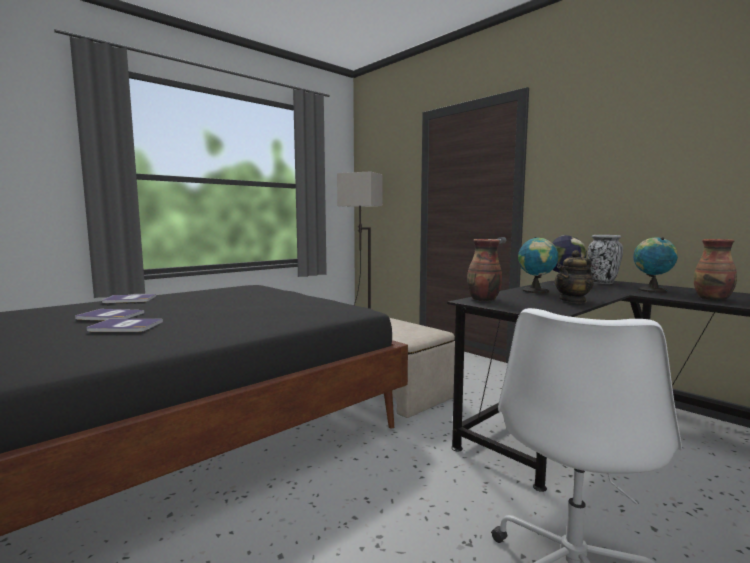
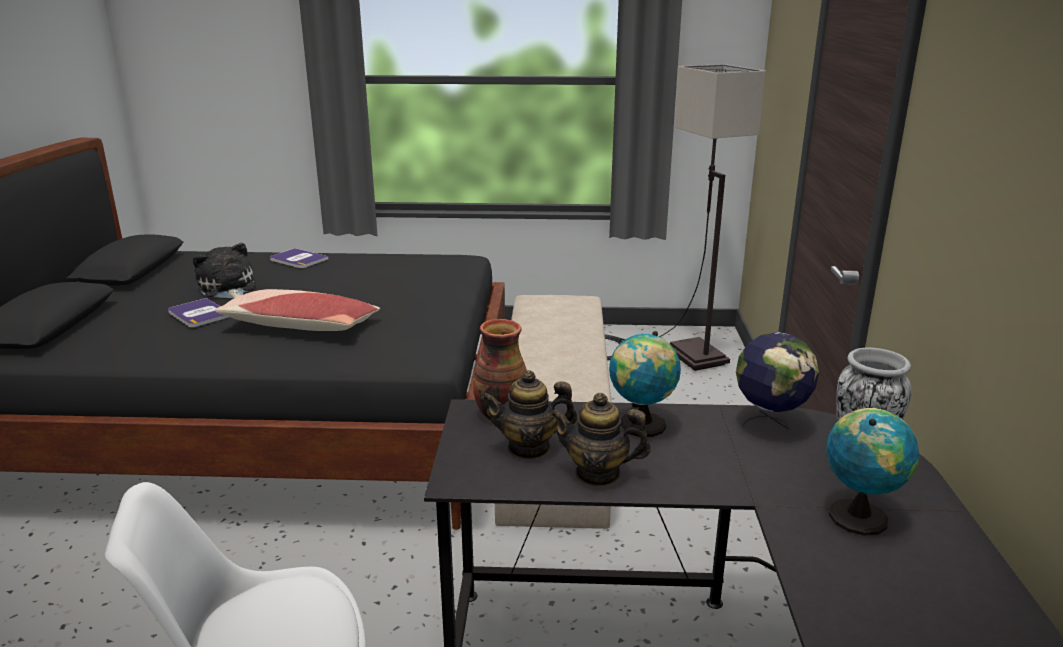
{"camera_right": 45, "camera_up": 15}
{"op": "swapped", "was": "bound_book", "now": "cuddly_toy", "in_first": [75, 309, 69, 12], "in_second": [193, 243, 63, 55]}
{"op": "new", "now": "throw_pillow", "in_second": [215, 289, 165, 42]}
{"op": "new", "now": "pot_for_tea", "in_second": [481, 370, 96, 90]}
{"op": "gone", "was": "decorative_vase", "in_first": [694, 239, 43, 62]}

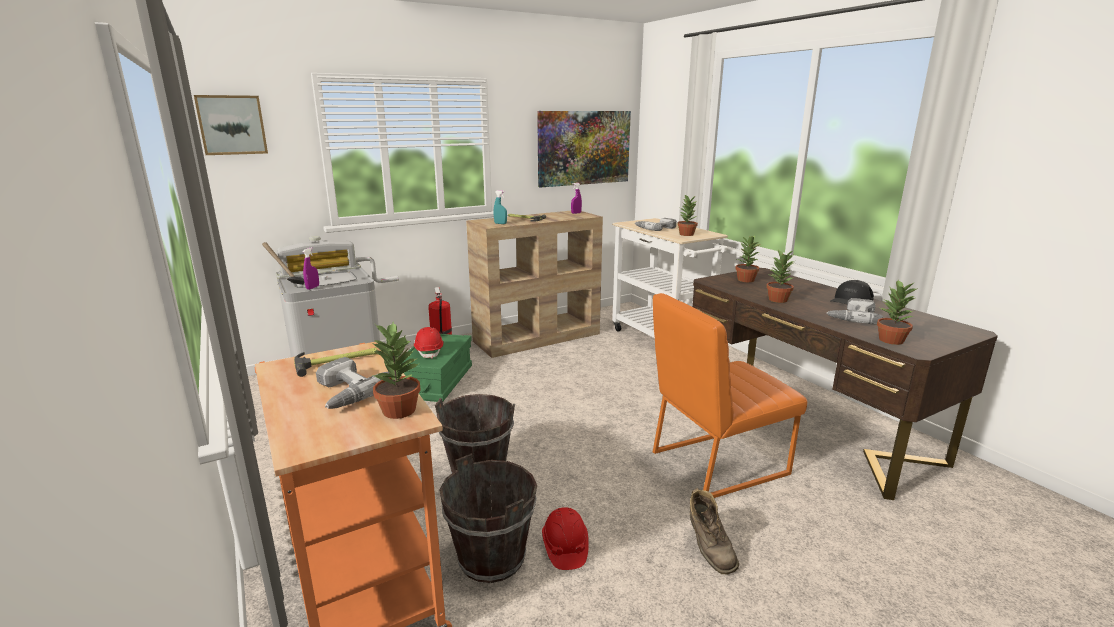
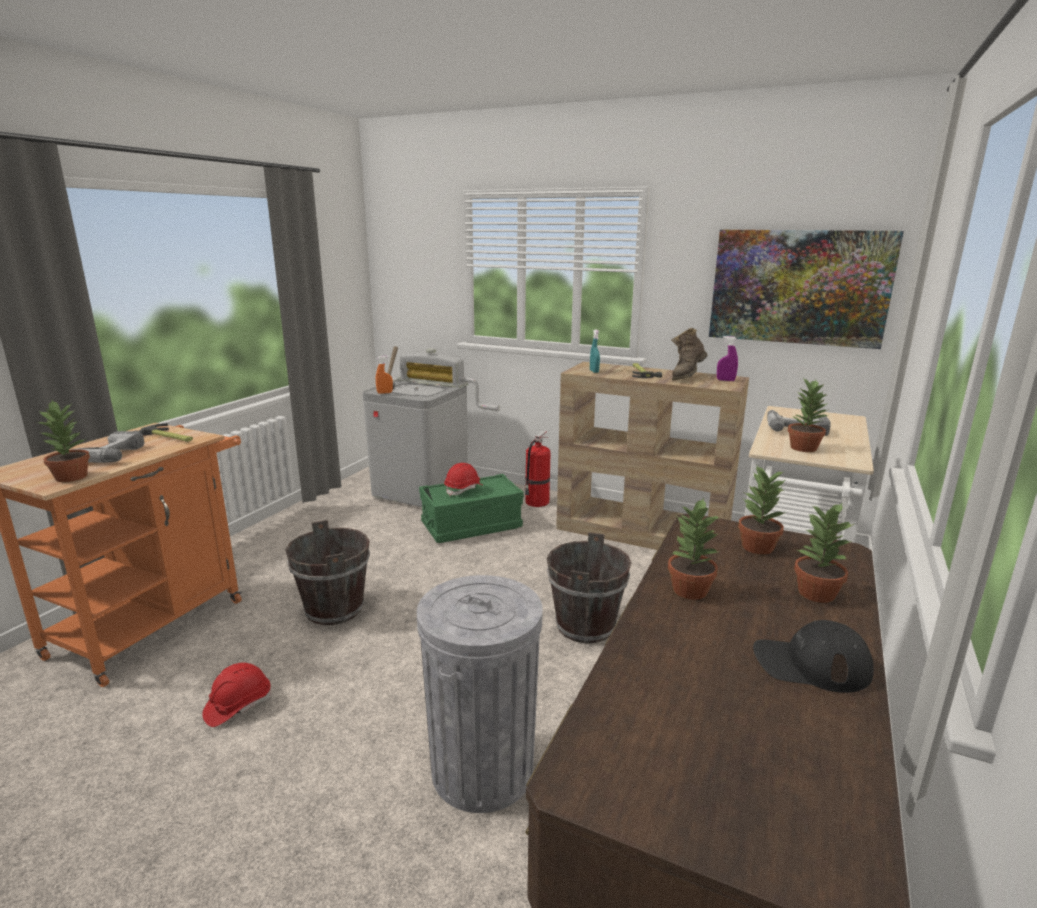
{"camera_right": 55, "camera_up": 0}
{"op": "repainted", "was": "purple-coloured_spray_bottle", "now": "orangey_spray_bottle", "in_first": [303, 247, 16, 43], "in_second": [376, 356, 17, 38]}
{"op": "swapped", "was": "orangey_upright_chair", "now": "gray_waste_bin", "in_first": [653, 293, 154, 205], "in_second": [417, 575, 126, 238]}
{"op": "shifted", "was": "brown_bucket", "in_first": [440, 454, 97, 129], "in_second": [547, 532, 84, 111]}
{"op": "shifted", "was": "brown_high-top_boot", "in_first": [690, 488, 49, 86], "in_second": [671, 328, 37, 53]}
{"op": "shifted", "was": "houseplant", "in_first": [877, 280, 41, 65], "in_second": [794, 502, 60, 101]}
{"op": "gone", "was": "wall_picture", "in_first": [194, 95, 74, 60]}
{"op": "gone", "was": "electric_drill", "in_first": [827, 298, 56, 26]}

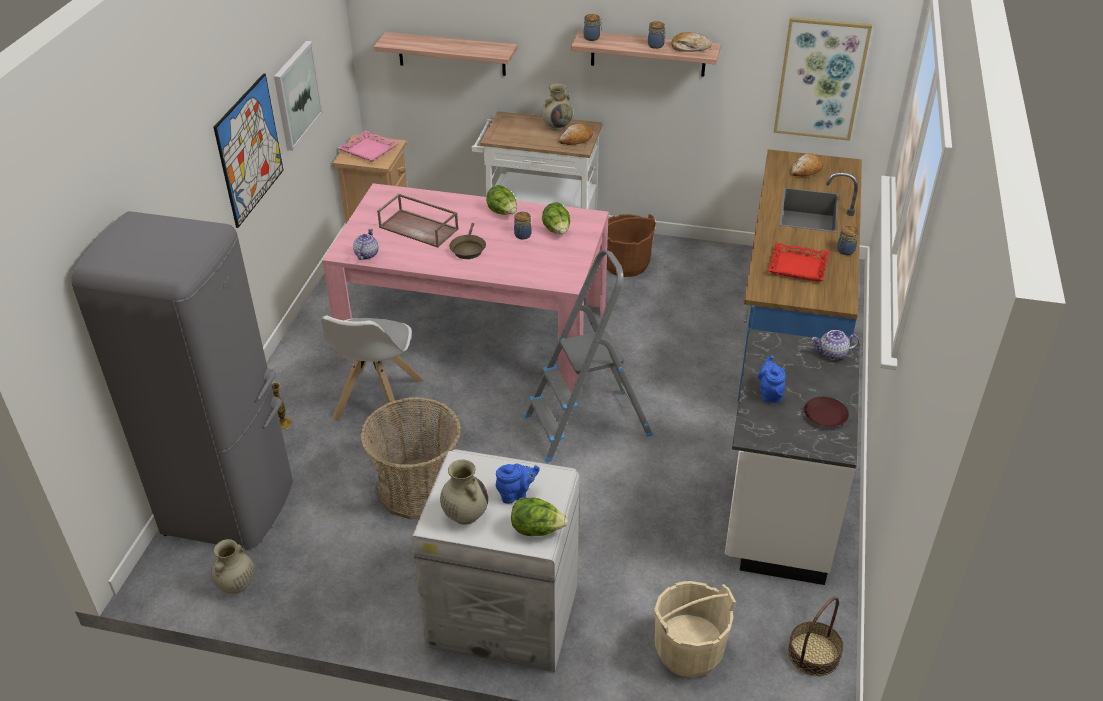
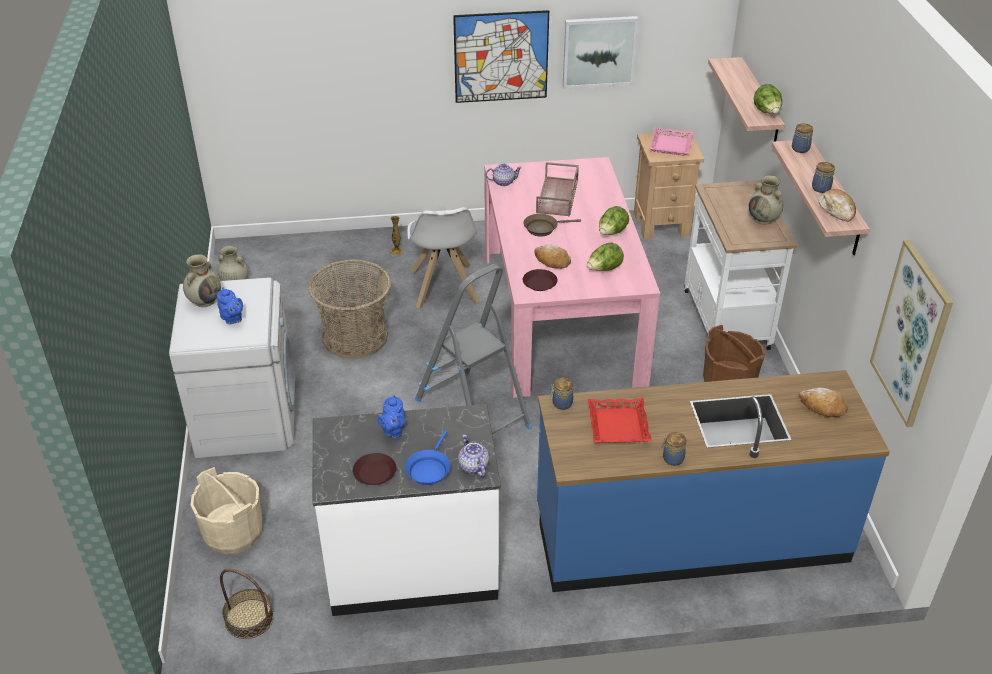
{"camera_right": 70, "camera_up": 0}
{"op": "rotated", "was": "blue-coloured_pot_for_tea", "in_first": [758, 355, 28, 48], "in_second": [378, 395, 27, 43], "clockwise": 120}
{"op": "new", "now": "blue-coloured_frying_pan", "in_second": [405, 430, 46, 55]}
{"op": "rotated", "was": "upright_chair", "in_first": [321, 316, 102, 111], "in_second": [407, 207, 72, 102], "clockwise": -90}
{"op": "new", "now": "brown_plate", "in_second": [523, 269, 35, 22]}
{"op": "shifted", "was": "bread", "in_first": [559, 123, 34, 22], "in_second": [535, 244, 36, 25]}
{"op": "shifted", "was": "preserve_jar", "in_first": [514, 212, 18, 28], "in_second": [551, 378, 22, 32]}
{"op": "shifted", "was": "lettuce", "in_first": [511, 498, 57, 38], "in_second": [754, 84, 28, 30]}
{"op": "gone", "was": "gray_kitchen_fridge", "in_first": [71, 211, 222, 339]}

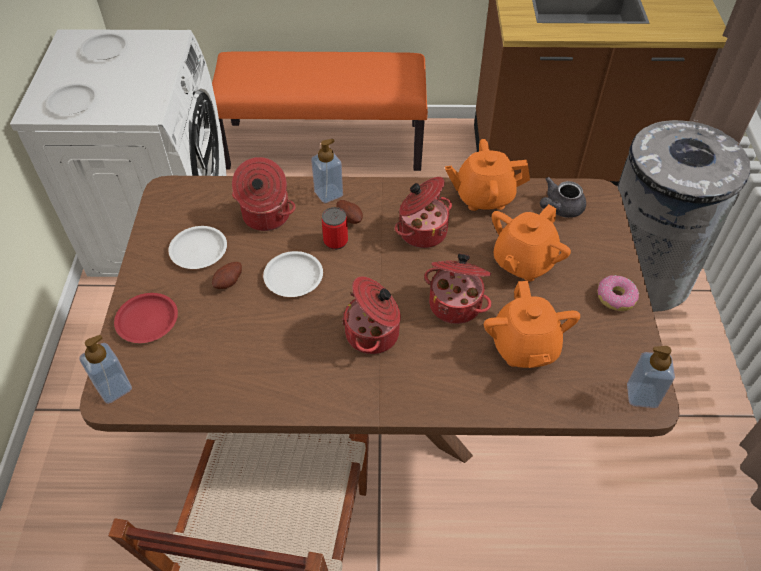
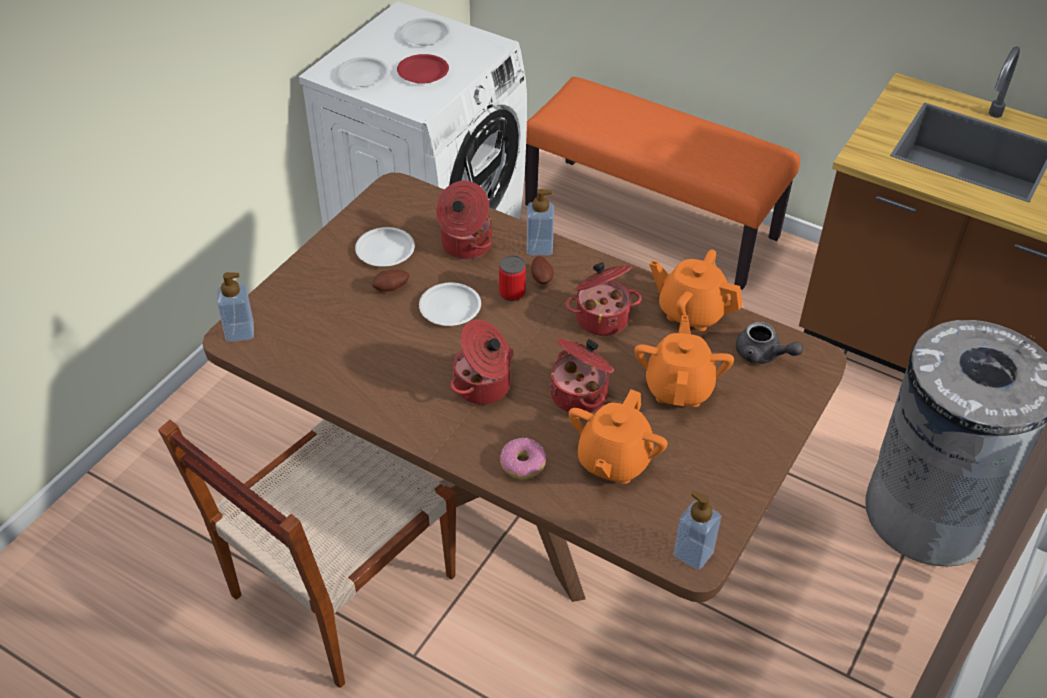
{"camera_right": 30, "camera_up": -5}
{"op": "shifted", "was": "reddish_plate", "in_first": [114, 293, 64, 50], "in_second": [397, 54, 52, 30]}
{"op": "shifted", "was": "ring_doughnut", "in_first": [597, 275, 42, 36], "in_second": [500, 438, 47, 41]}
{"op": "rotated", "was": "orangey_pot_for_tea", "in_first": [492, 204, 79, 78], "in_second": [634, 315, 100, 92], "clockwise": 120}
{"op": "rotated", "was": "gray_pot_for_tea", "in_first": [540, 177, 46, 41], "in_second": [736, 322, 67, 42], "clockwise": -135}

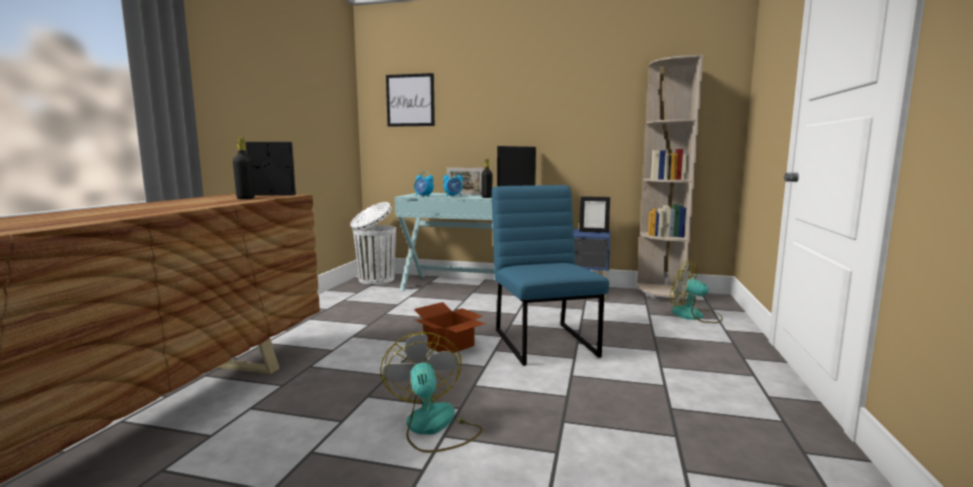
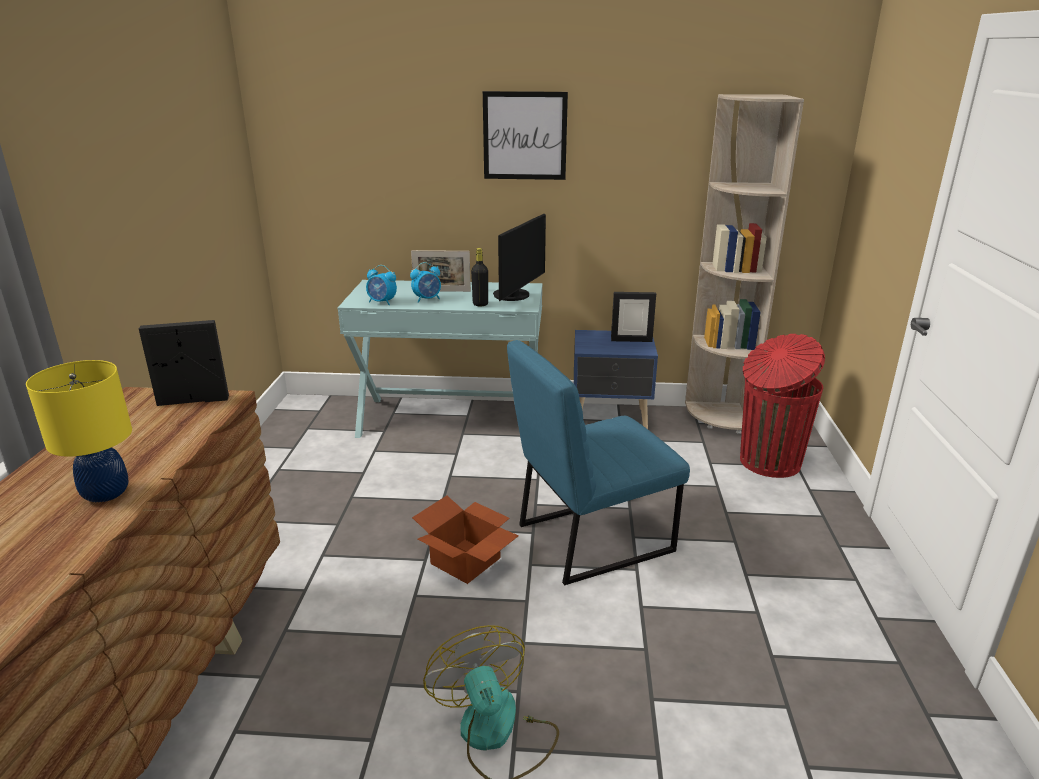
{"camera_right": -10, "camera_up": 15}
{"op": "new", "now": "yellowish_tabletop_lamp", "in_second": [26, 360, 106, 142]}
{"op": "shifted", "was": "wall_picture", "in_first": [386, 73, 49, 54], "in_second": [483, 91, 85, 89]}
{"op": "rotated", "was": "blue-coloured_upright_chair", "in_first": [492, 185, 117, 181], "in_second": [507, 340, 183, 245], "clockwise": -90}
{"op": "swapped", "was": "electric_fan", "now": "reddish_waste_bin", "in_first": [670, 260, 53, 63], "in_second": [740, 334, 85, 144]}
{"op": "gone", "was": "black_bottle", "in_first": [233, 137, 22, 62]}
{"op": "gone", "was": "whitish_waste_bin", "in_first": [350, 202, 46, 82]}

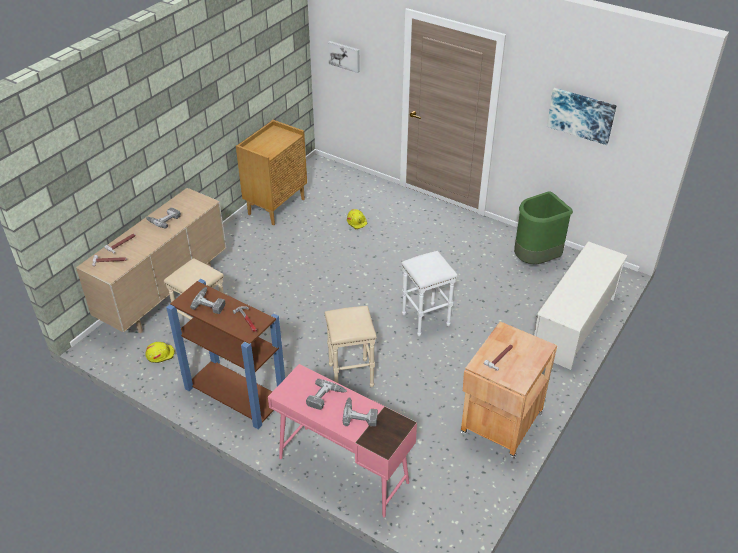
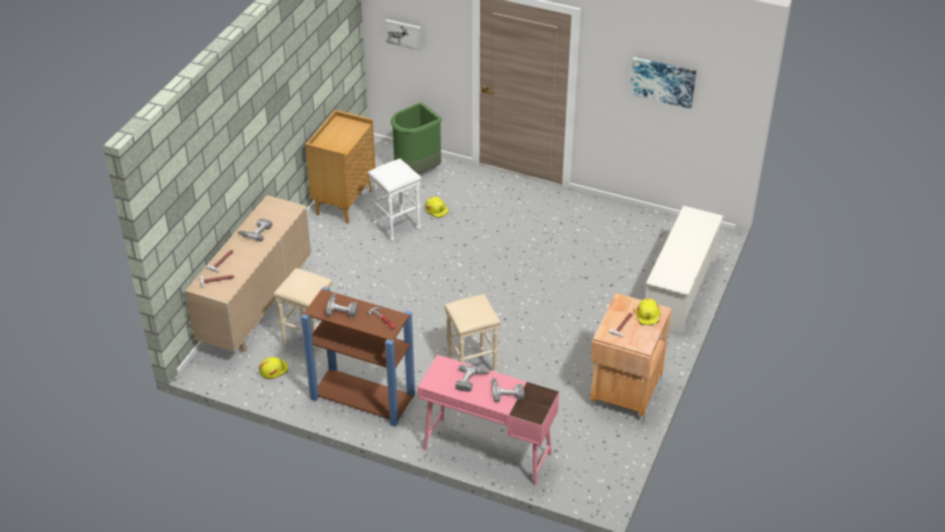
{"camera_right": -10, "camera_up": 0}
{"op": "shifted", "was": "whitish_stool", "in_first": [401, 251, 56, 85], "in_second": [368, 159, 53, 82]}
{"op": "shifted", "was": "green_waste_bin", "in_first": [514, 192, 59, 72], "in_second": [391, 102, 51, 72]}
{"op": "new", "now": "yellowish_safety_helmet", "in_second": [636, 298, 25, 27]}

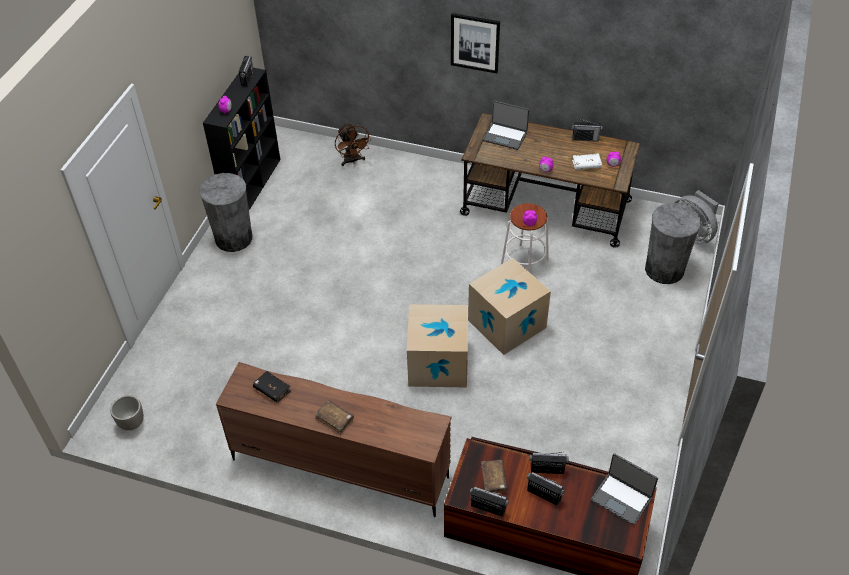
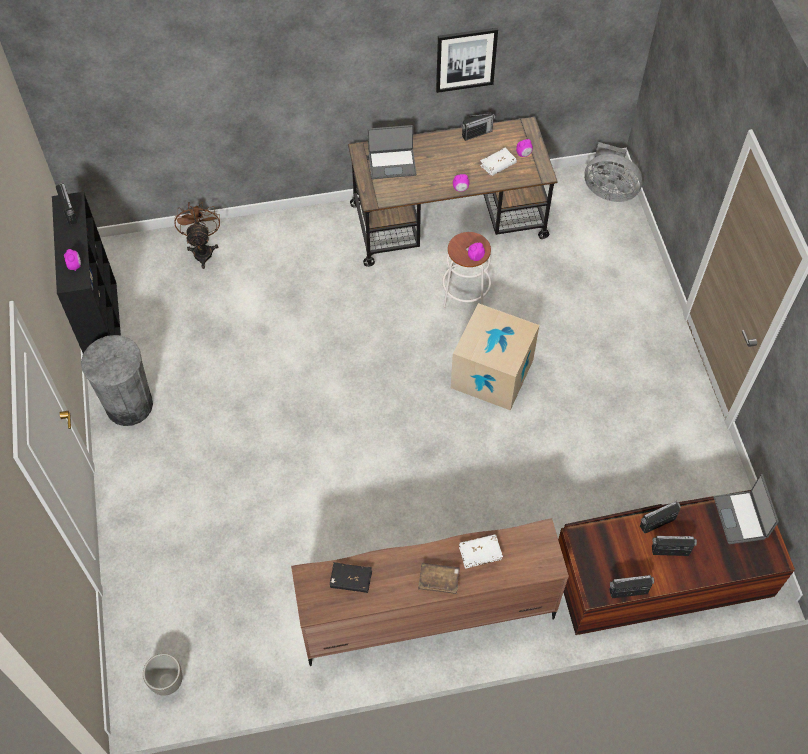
{"camera_right": -30, "camera_up": 10}
{"op": "rotated", "was": "brown_electric_fan", "in_first": [335, 123, 36, 43], "in_second": [174, 202, 46, 67], "clockwise": -135}
{"op": "shifted", "was": "wall_picture", "in_first": [451, 13, 49, 60], "in_second": [436, 28, 62, 65]}
{"op": "new", "now": "whitish_bound_book", "in_second": [459, 534, 44, 35]}
{"op": "rotated", "was": "laptop", "in_first": [591, 453, 67, 72], "in_second": [714, 474, 65, 70], "clockwise": 75}
{"op": "gone", "was": "cardboard_box", "in_first": [407, 304, 61, 83]}
{"op": "gone", "was": "brown_bound_book", "in_first": [481, 460, 27, 33]}
{"op": "gone", "was": "gray_waste_bin", "in_first": [645, 203, 56, 81]}

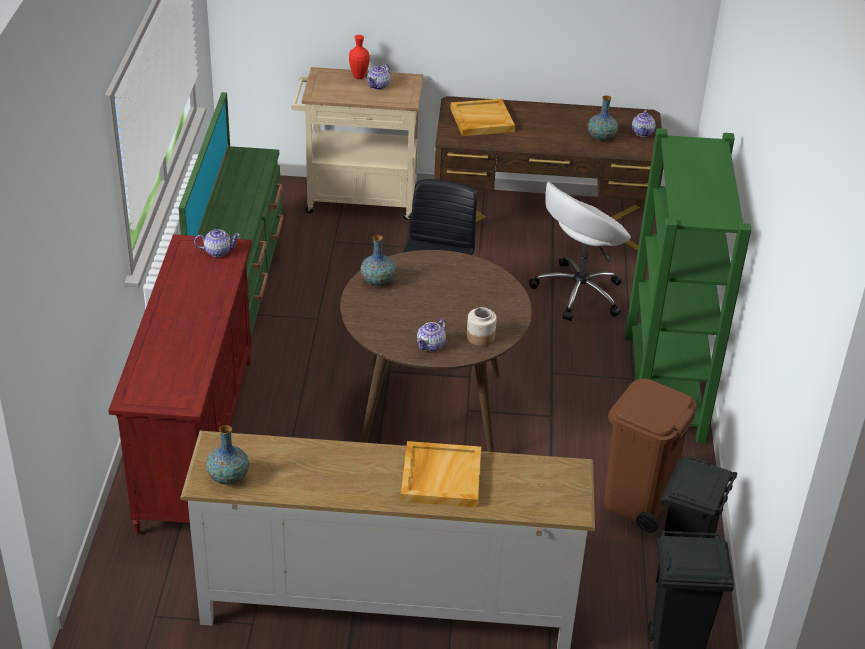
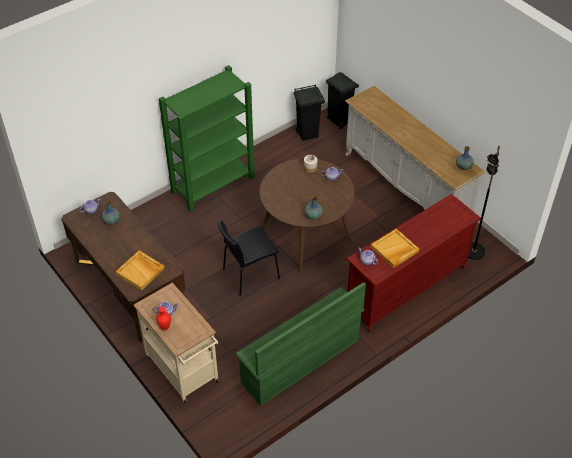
{"camera_right": -130, "camera_up": 10}
{"op": "shifted", "was": "sand-coloured_carrying_tray", "in_first": [400, 441, 81, 66], "in_second": [371, 228, 48, 40]}
{"op": "new", "now": "black_standing_lamp", "in_second": [468, 146, 32, 114]}
{"op": "gone", "was": "whitish_desk_chair", "in_first": [529, 182, 102, 139]}
{"op": "gone", "was": "brown_waste_bin", "in_first": [604, 379, 92, 154]}

